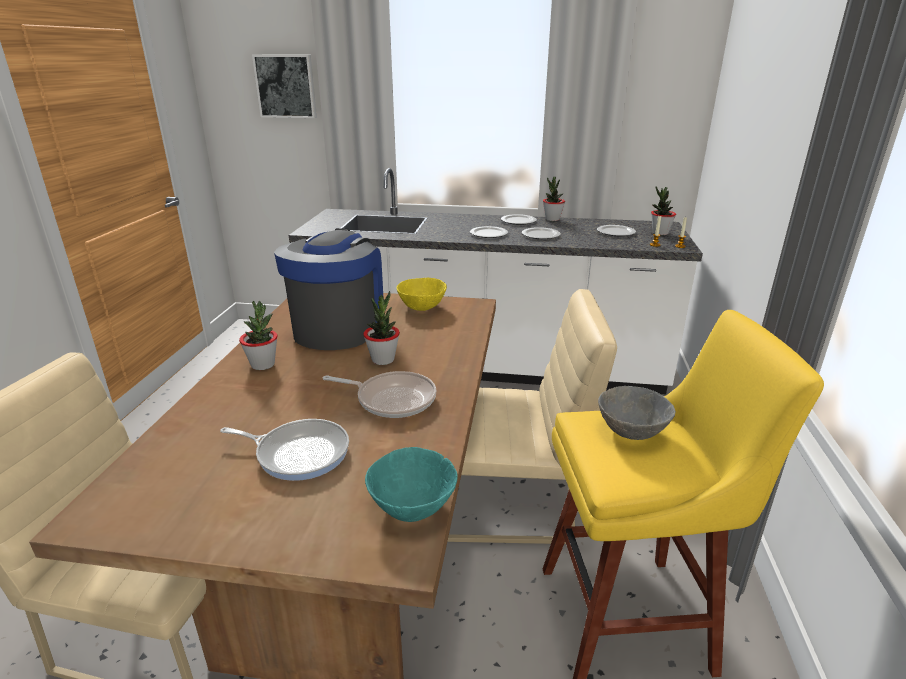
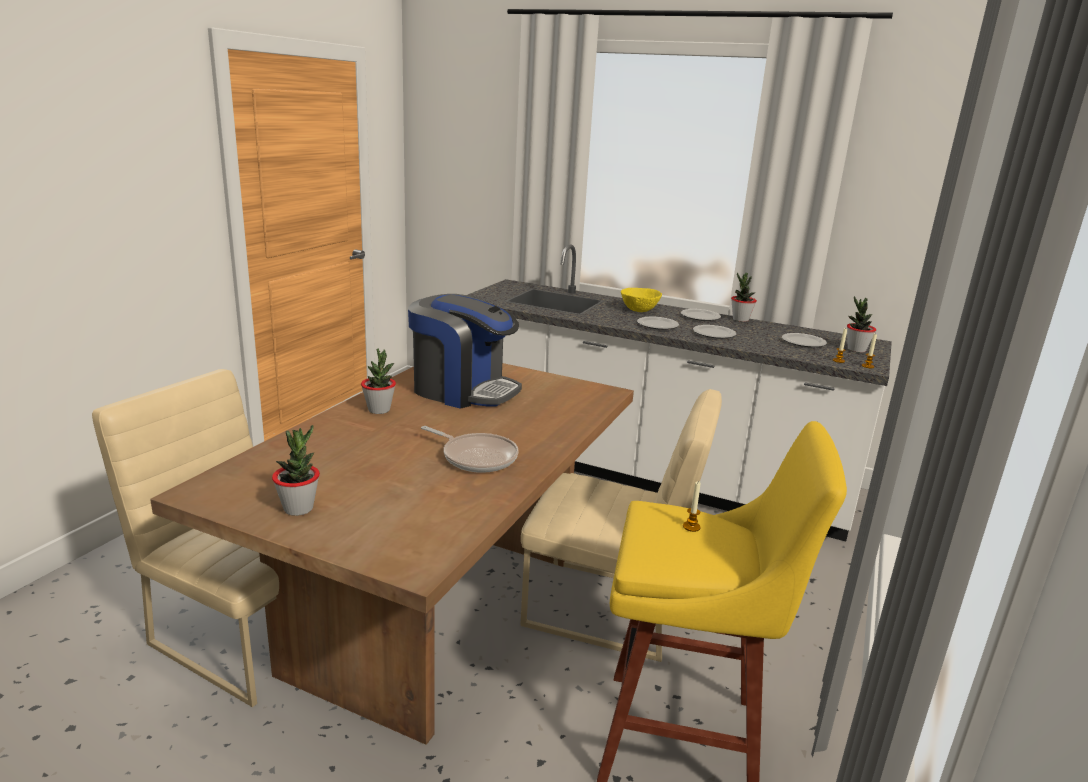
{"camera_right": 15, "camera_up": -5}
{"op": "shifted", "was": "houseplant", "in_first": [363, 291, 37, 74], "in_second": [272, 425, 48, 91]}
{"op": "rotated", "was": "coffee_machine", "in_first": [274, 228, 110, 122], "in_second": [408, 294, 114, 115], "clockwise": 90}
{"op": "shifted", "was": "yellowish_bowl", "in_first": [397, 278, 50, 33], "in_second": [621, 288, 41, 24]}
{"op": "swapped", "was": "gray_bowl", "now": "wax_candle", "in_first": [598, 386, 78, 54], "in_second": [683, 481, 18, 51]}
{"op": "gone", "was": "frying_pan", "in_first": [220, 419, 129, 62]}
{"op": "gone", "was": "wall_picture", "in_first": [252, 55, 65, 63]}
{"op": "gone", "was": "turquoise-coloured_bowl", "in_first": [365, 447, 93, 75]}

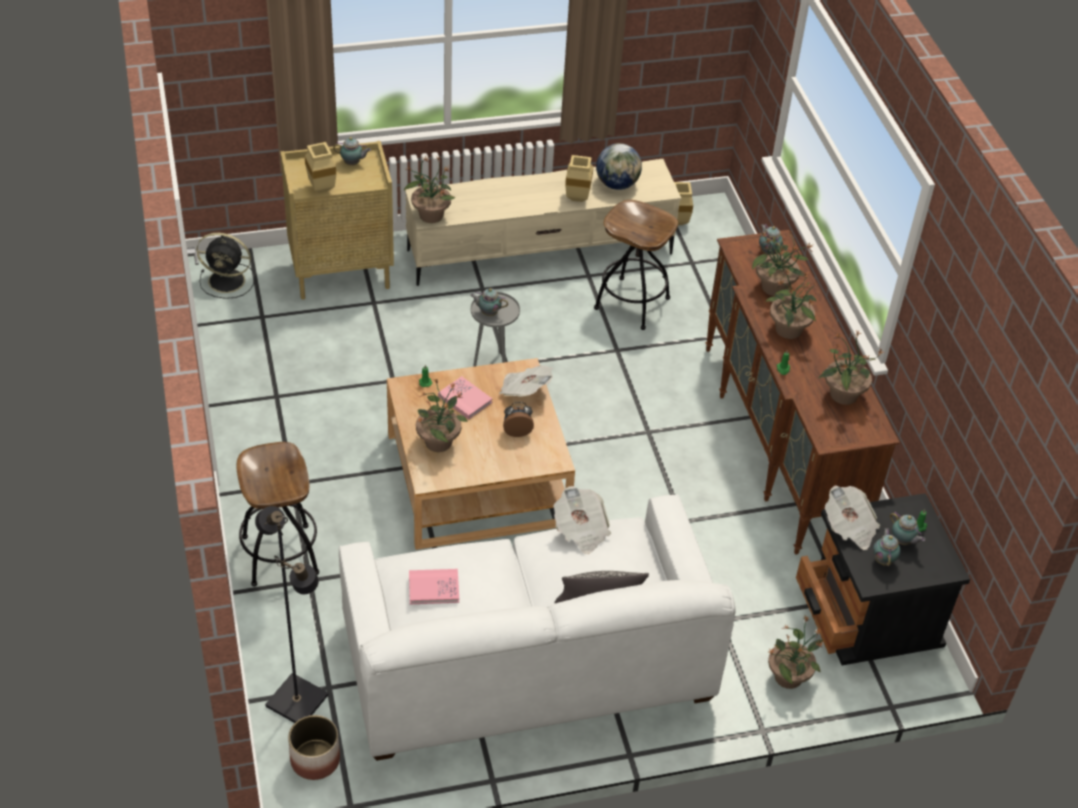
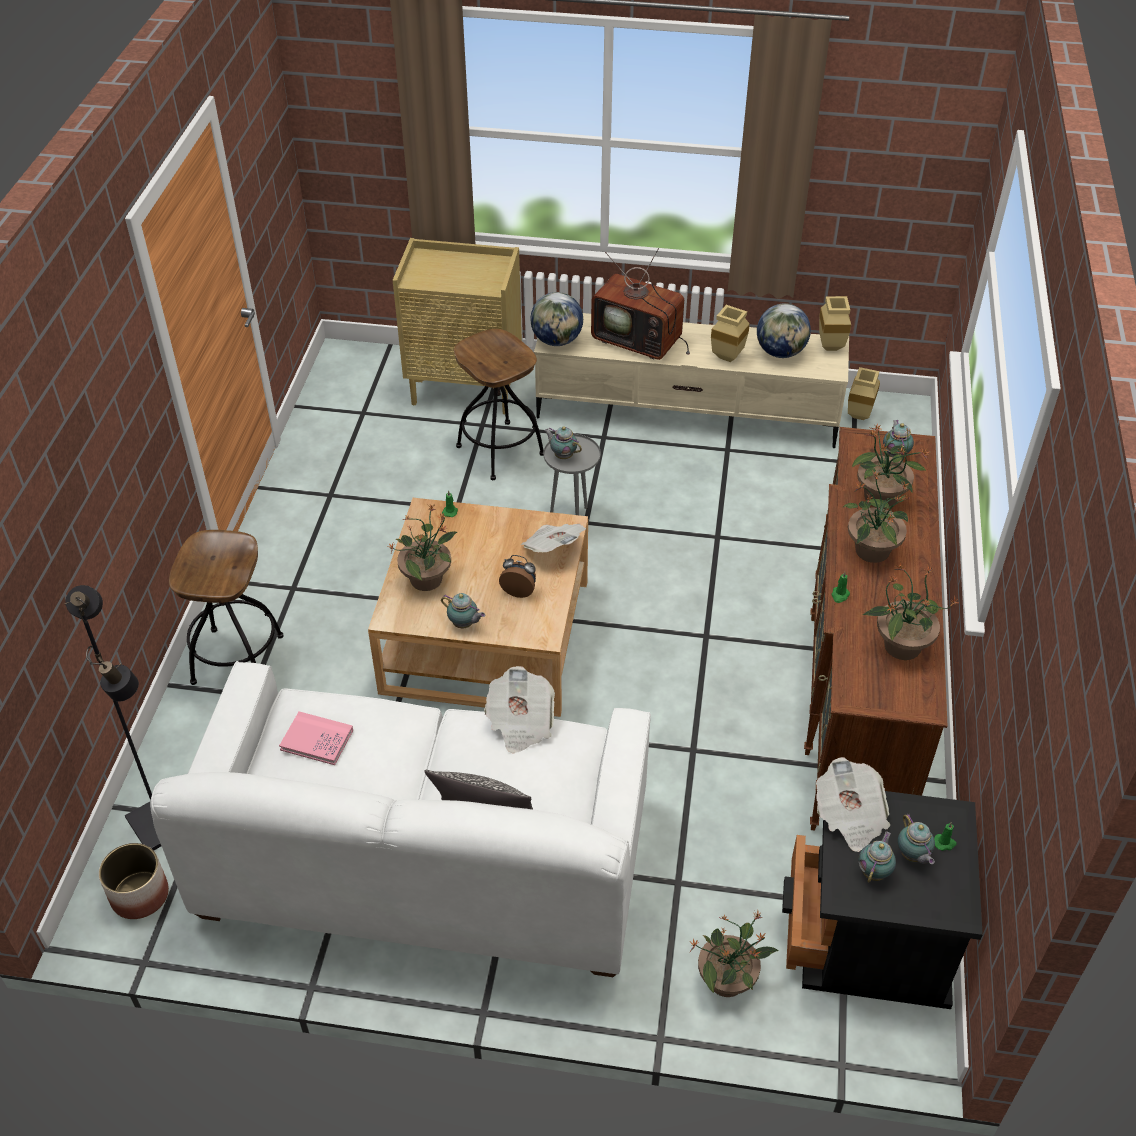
{"camera_right": 25, "camera_up": 0}
{"op": "shifted", "was": "pot_for_tea", "in_first": [333, 137, 38, 28], "in_second": [441, 593, 44, 35]}
{"op": "shifted", "was": "brown_stool", "in_first": [594, 200, 84, 130], "in_second": [454, 329, 90, 151]}
{"op": "swapped", "was": "houseplant", "now": "world_globe", "in_first": [404, 156, 52, 67], "in_second": [530, 292, 53, 54]}
{"op": "new", "now": "TV_set", "in_second": [591, 248, 99, 112]}
{"op": "shifted", "was": "sand-coloured_decorative_vase", "in_first": [305, 142, 31, 51], "in_second": [819, 296, 32, 55]}
{"op": "gone", "was": "black_electric_fan", "in_first": [197, 233, 58, 66]}
{"op": "gone", "was": "pink-coloured_bound_book", "in_first": [438, 376, 55, 44]}

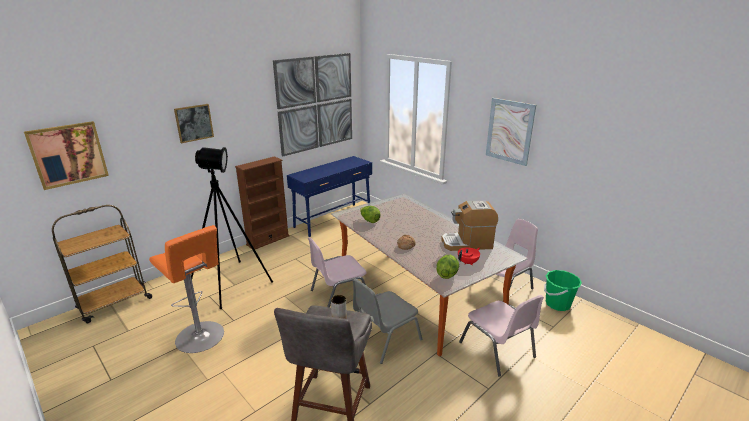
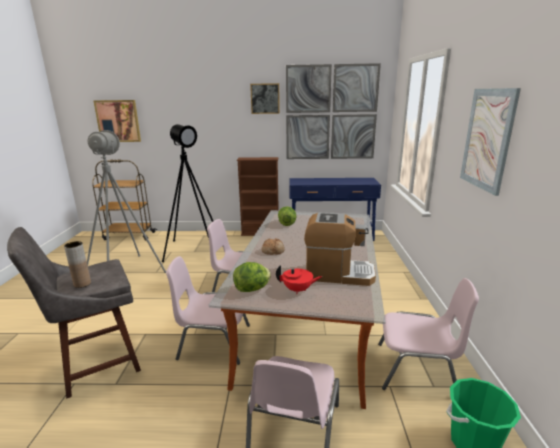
{"camera_right": 45, "camera_up": -5}
{"op": "swapped", "was": "orangey_stool", "now": "gray_standing_lamp", "in_first": [149, 225, 75, 128], "in_second": [87, 130, 79, 143]}
{"op": "repainted", "was": "gray_upright_chair", "now": "pink-coloured_upright_chair", "in_first": [353, 279, 69, 85], "in_second": [166, 256, 84, 109]}
{"op": "shifted", "was": "wall_picture", "in_first": [174, 104, 40, 39], "in_second": [250, 83, 30, 31]}
{"op": "rotated", "was": "coffee_machine", "in_first": [441, 200, 57, 51], "in_second": [304, 213, 72, 73], "clockwise": 150}

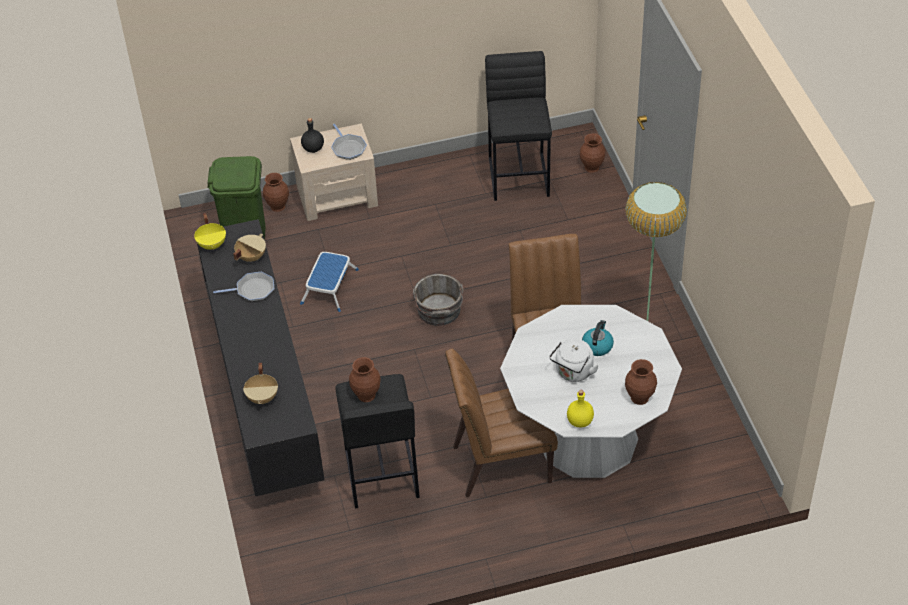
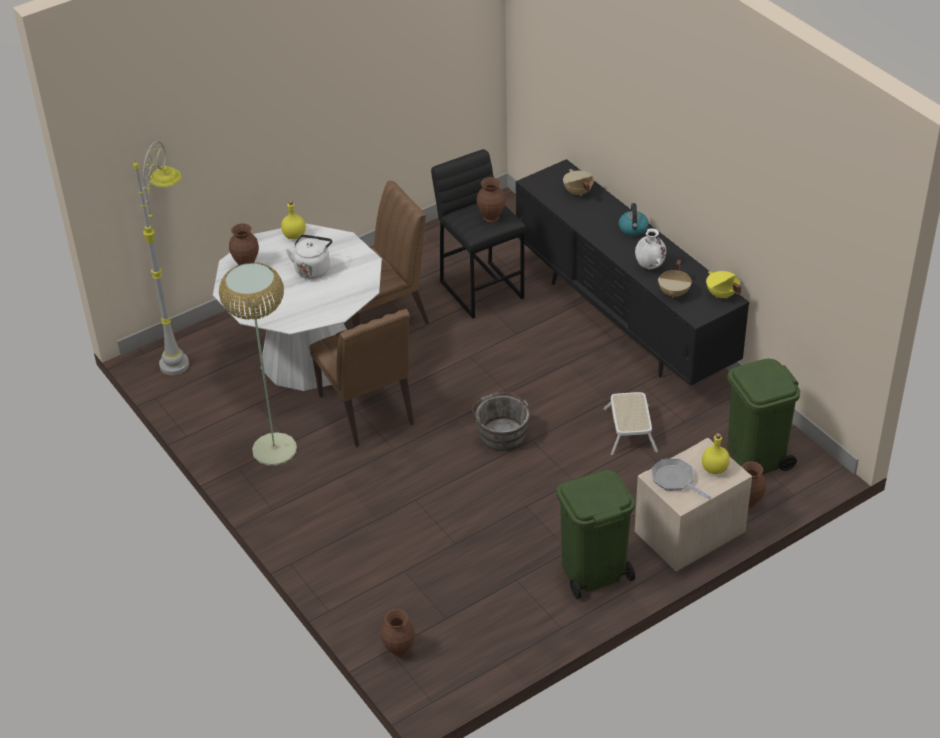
{"camera_right": 160, "camera_up": -5}
{"op": "new", "now": "gray_standing_lamp", "in_second": [133, 141, 56, 234]}
{"op": "new", "now": "green_waste_bin", "in_second": [556, 470, 79, 129]}
{"op": "repainted", "was": "blue-coloured_stepladder", "now": "sand-coloured_stepladder", "in_first": [300, 252, 59, 60], "in_second": [603, 392, 55, 63]}
{"op": "shifted", "was": "water_kettle", "in_first": [582, 320, 32, 36], "in_second": [619, 203, 30, 33]}
{"op": "swapped", "was": "frying_pan", "now": "whitish_decorative_vase", "in_first": [213, 271, 61, 30], "in_second": [635, 228, 31, 41]}
{"op": "repainted", "was": "black_bottle", "now": "yellowish_bottle", "in_first": [301, 118, 23, 35], "in_second": [702, 433, 28, 41]}
{"op": "gone", "was": "black_stool", "in_first": [485, 51, 67, 150]}

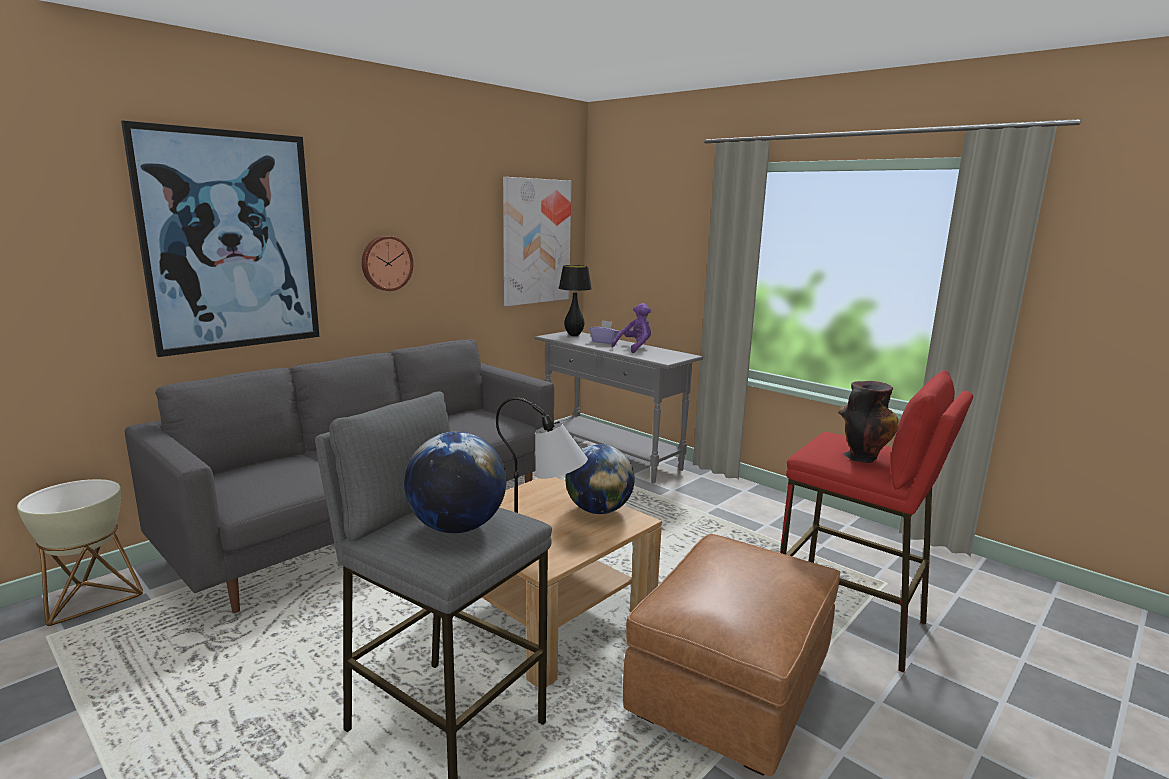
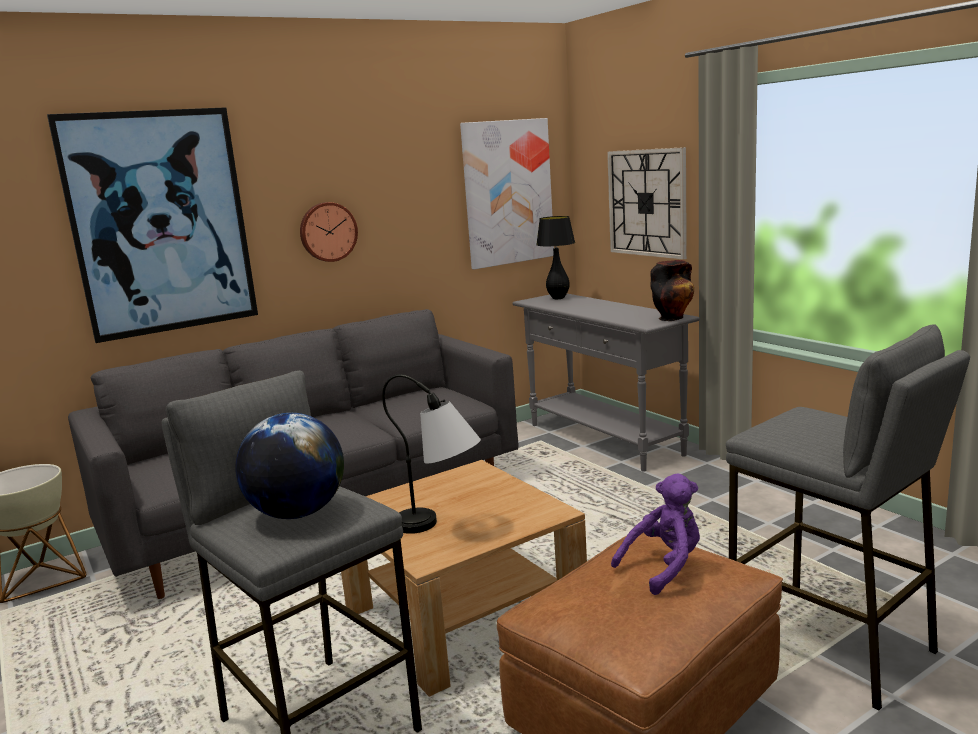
{"camera_right": 15, "camera_up": 0}
{"op": "new", "now": "hanging_clock", "in_second": [607, 147, 80, 113]}
{"op": "shifted", "was": "purple-coloured_cuddly_toy", "in_first": [611, 303, 40, 50], "in_second": [611, 473, 89, 122]}
{"op": "shifted", "was": "decorative_vase", "in_first": [838, 381, 60, 82], "in_second": [650, 260, 44, 61]}
{"op": "repainted", "was": "reddish_stool", "now": "gray_stool", "in_first": [780, 370, 193, 303], "in_second": [726, 325, 244, 386]}
{"op": "gone", "was": "world_globe", "in_first": [565, 444, 70, 70]}
{"op": "gone", "was": "purple-coloured_tissue_box", "in_first": [590, 320, 30, 24]}

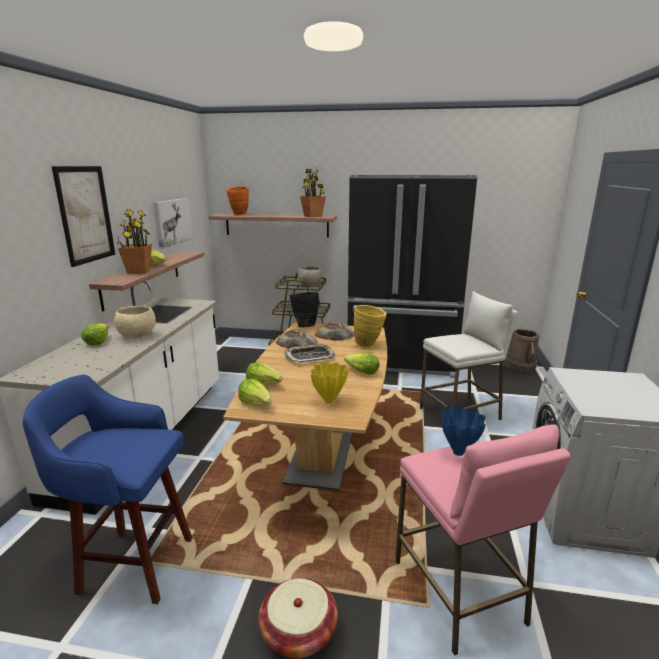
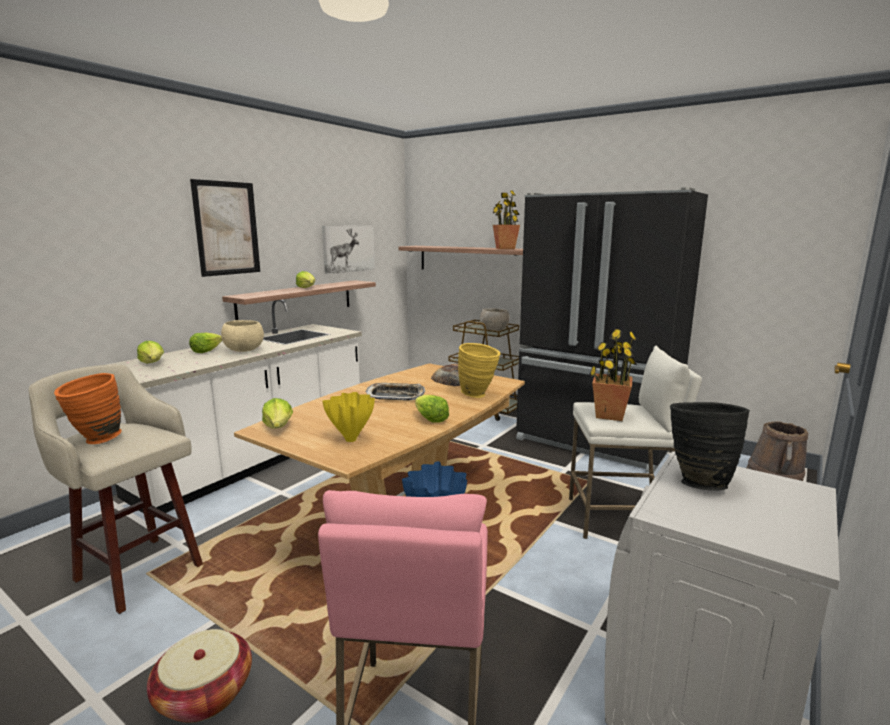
{"camera_right": 25, "camera_up": -5}
{"op": "repainted", "was": "blue-coloured_stool", "now": "sand-coloured_stool", "in_first": [23, 375, 169, 229], "in_second": [29, 365, 174, 249]}
{"op": "shifted", "was": "orangey_decorative_vase", "in_first": [226, 186, 23, 30], "in_second": [54, 373, 68, 71]}
{"op": "shifted", "was": "lettuce", "in_first": [246, 362, 36, 24], "in_second": [137, 341, 27, 22]}
{"op": "shifted", "was": "houseplant", "in_first": [117, 209, 35, 65], "in_second": [589, 329, 49, 92]}
{"op": "shifted", "was": "black_decorative_vase", "in_first": [290, 292, 29, 35], "in_second": [670, 402, 80, 89]}
{"op": "gone", "was": "bread", "in_first": [276, 329, 42, 19]}

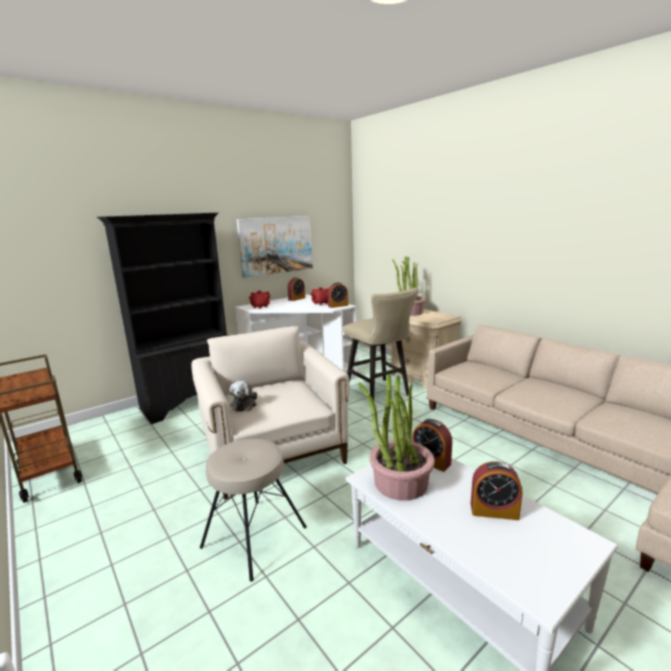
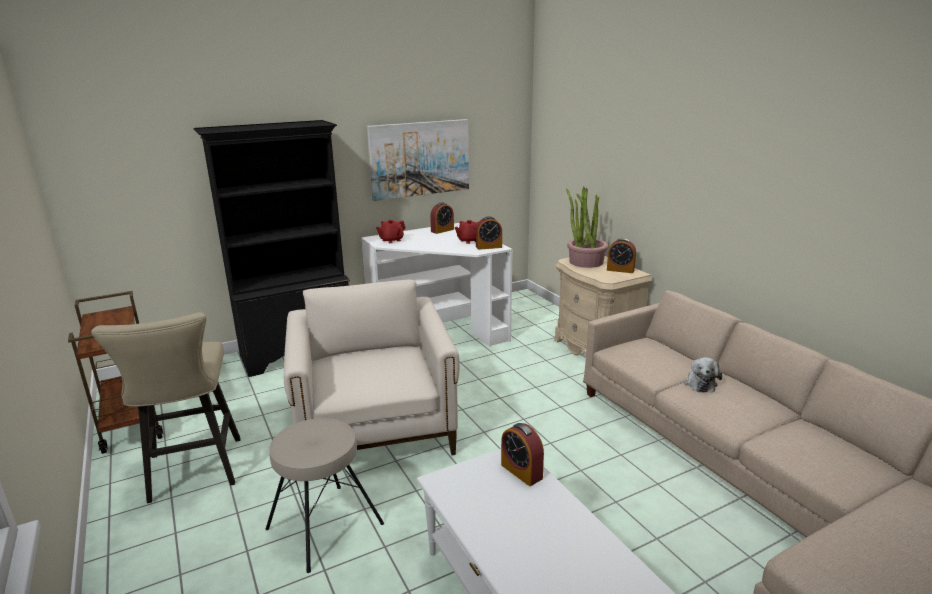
{"camera_right": 10, "camera_up": 5}
{"op": "shifted", "was": "sand-coloured_stool", "in_first": [343, 288, 76, 113], "in_second": [91, 312, 150, 191]}
{"op": "shifted", "was": "bedside_clock", "in_first": [471, 461, 51, 59], "in_second": [607, 238, 29, 35]}
{"op": "shifted", "was": "cuddly_toy", "in_first": [230, 381, 27, 31], "in_second": [685, 357, 37, 36]}
{"op": "gone", "was": "houseplant", "in_first": [358, 373, 77, 128]}

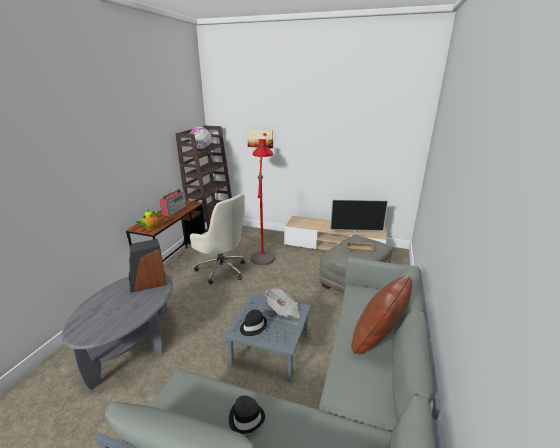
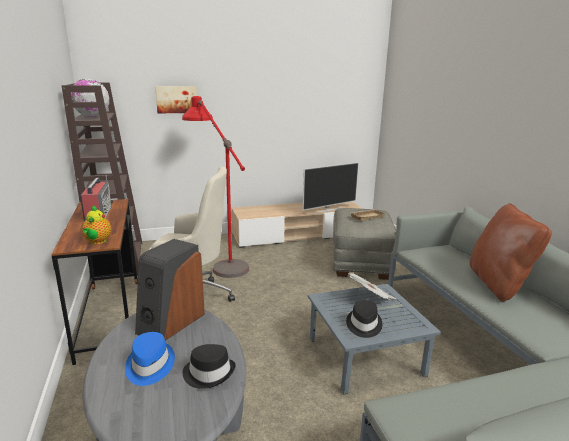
{"camera_right": -35, "camera_up": -5}
{"op": "new", "now": "blue-coloured_wearable_hat", "in_second": [125, 332, 50, 54]}
{"op": "shifted", "was": "black_wearable_hat", "in_first": [229, 395, 36, 39], "in_second": [183, 344, 53, 45]}

